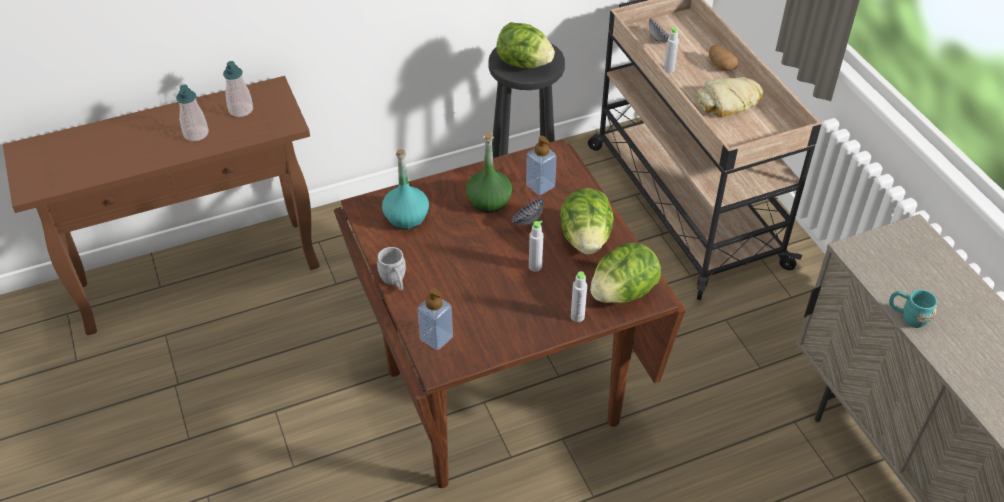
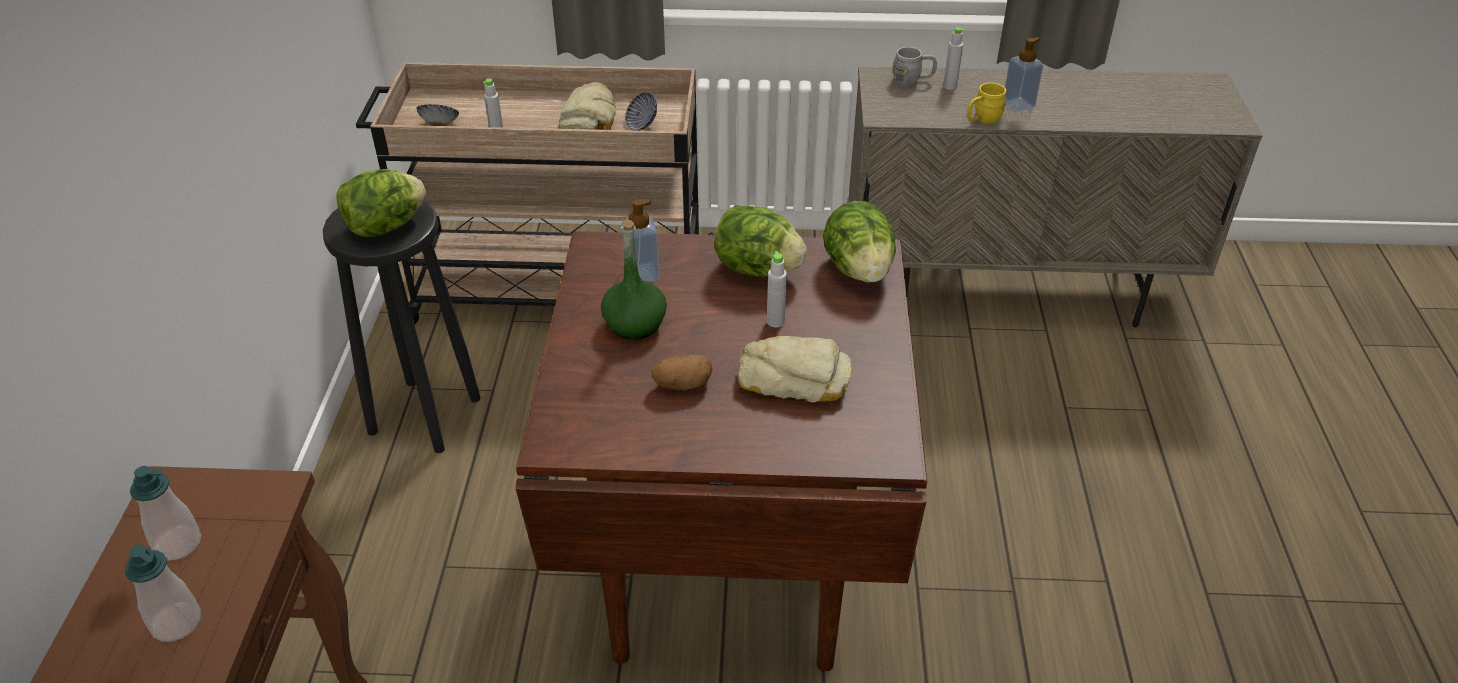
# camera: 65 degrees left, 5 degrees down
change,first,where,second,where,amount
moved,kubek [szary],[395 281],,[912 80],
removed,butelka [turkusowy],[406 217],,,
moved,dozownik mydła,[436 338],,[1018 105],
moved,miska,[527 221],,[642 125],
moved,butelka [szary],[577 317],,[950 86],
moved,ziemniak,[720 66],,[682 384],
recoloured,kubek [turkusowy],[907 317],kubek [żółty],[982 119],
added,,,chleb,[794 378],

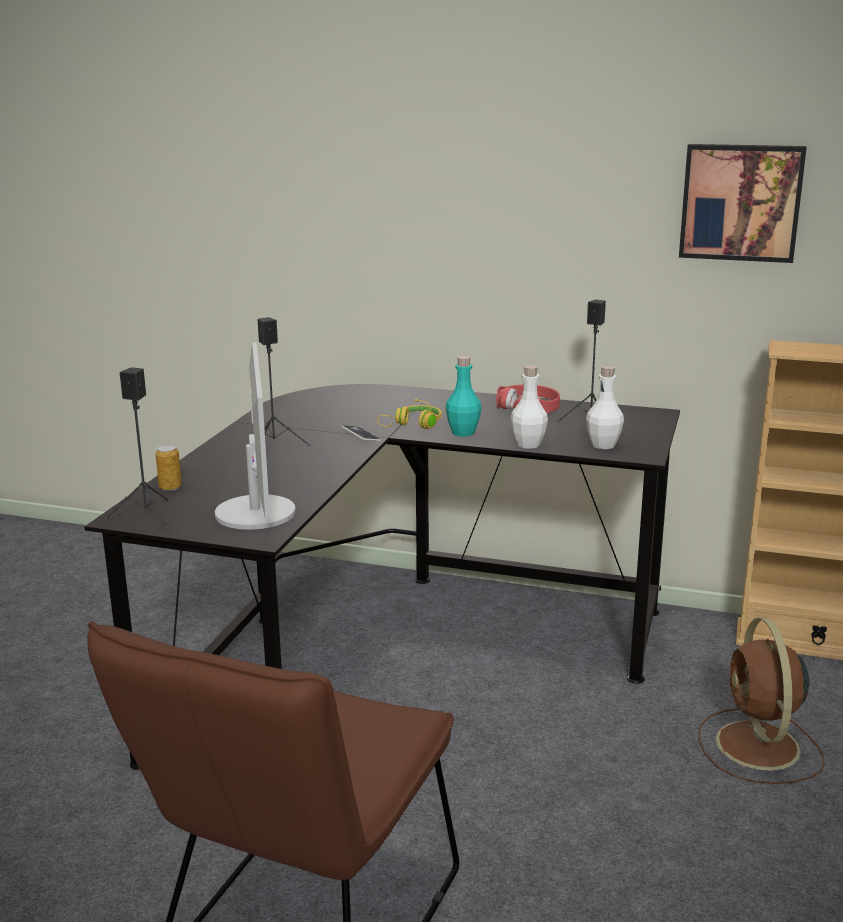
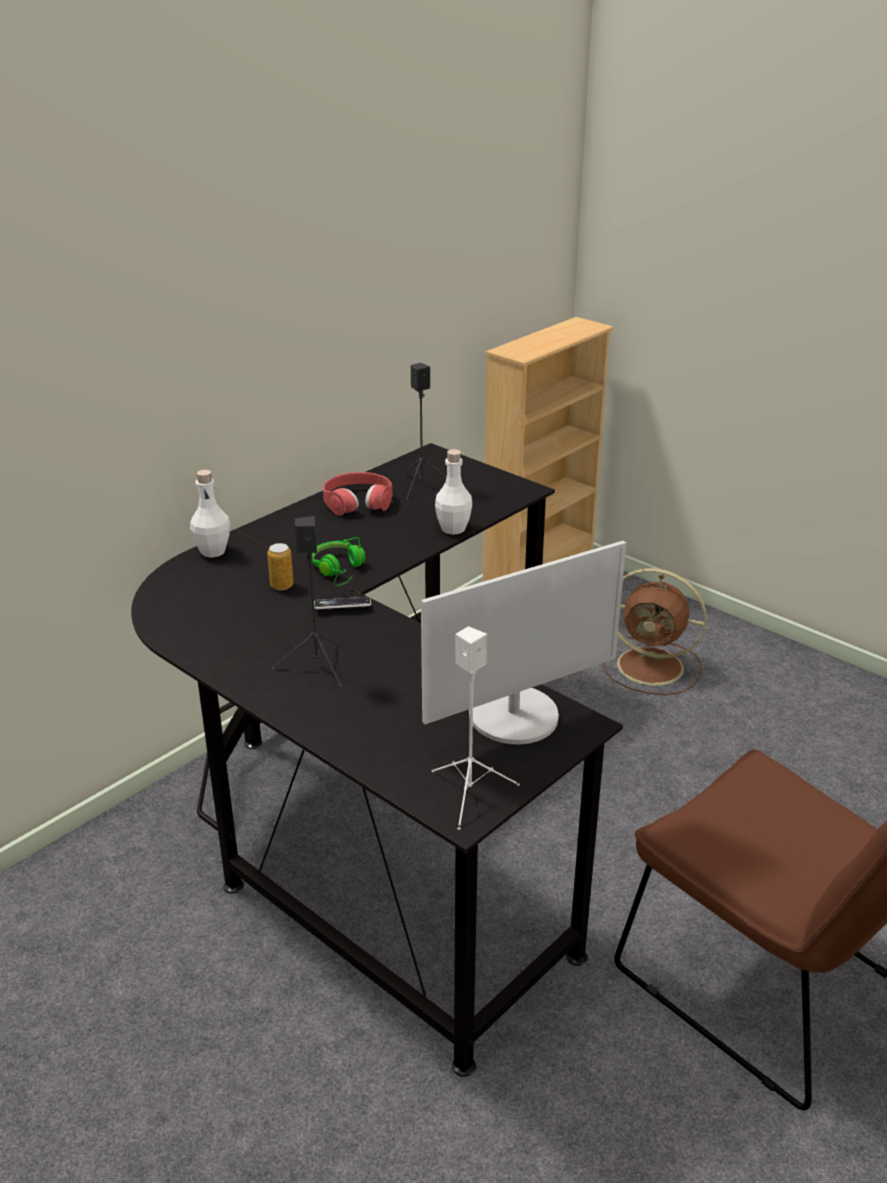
# camera: 65 degrees left, 10 degrees up
change,first,where,second,where,amount
recoloured,głośnik [czarny],[147 516],głośnik [biały],[471 793],
moved,puszka,[170 487],,[282 586],
turned,monitor,[256 513],,[515 716],135 degrees clockwise
recoloured,słuchawki [żółty],[413 425],słuchawki [zielony],[339 570],
removed,butelka [turkusowy],[463 433],,,
moved,butelka [biały],[603 445],,[213 551],
removed,obraz,[741 202],,,

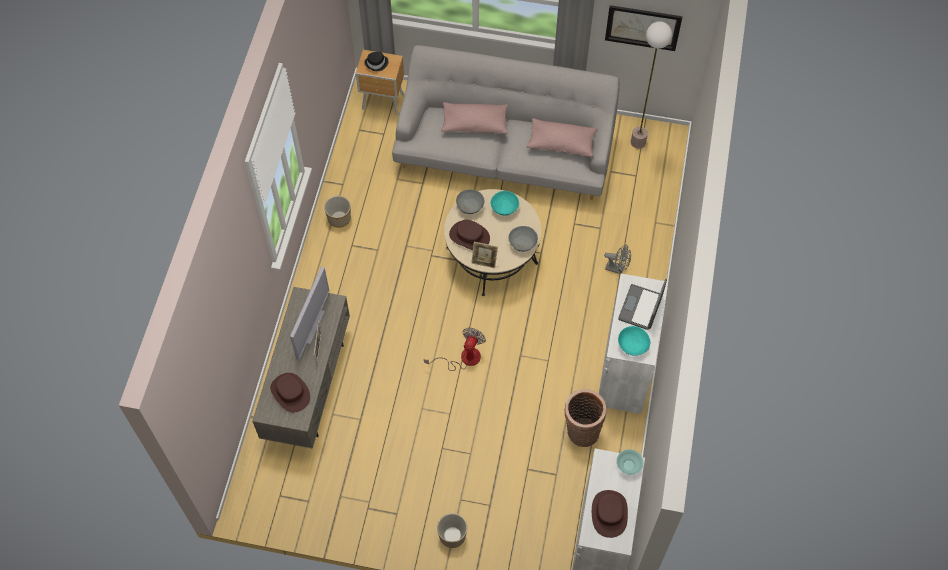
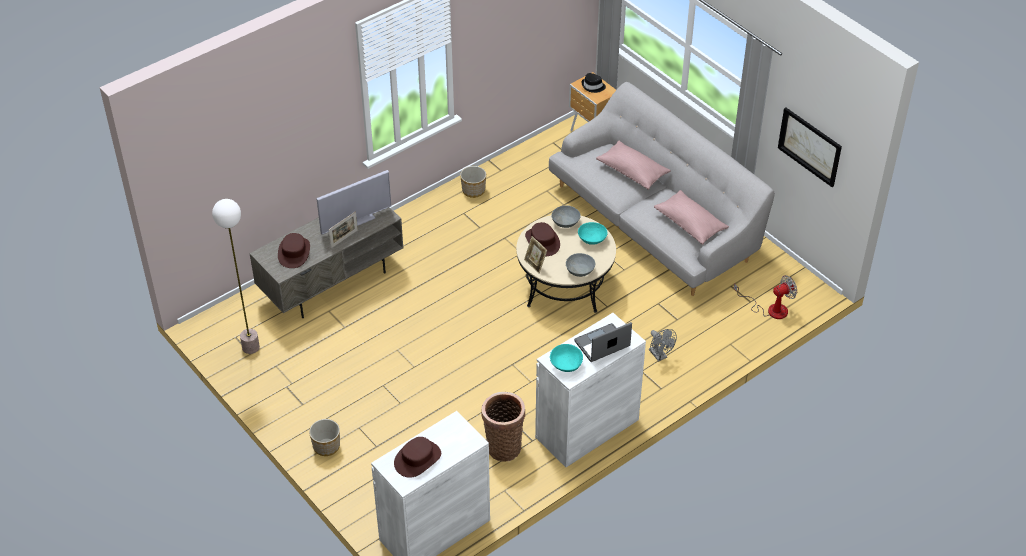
# camera: 40 degrees right, 15 degrees down
change,first,where,second,where,amount
moved,wentylator,[463 358],,[770 309],
removed,miska [turkusowy],[628 465],,,
moved,lampa stojąca,[638 142],,[251 347],

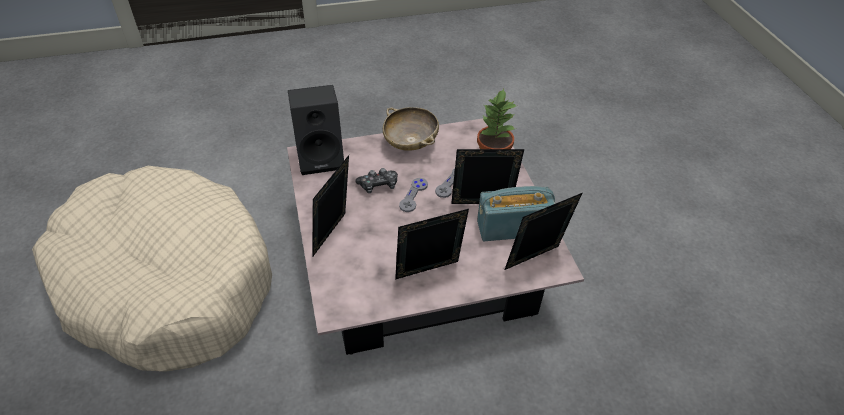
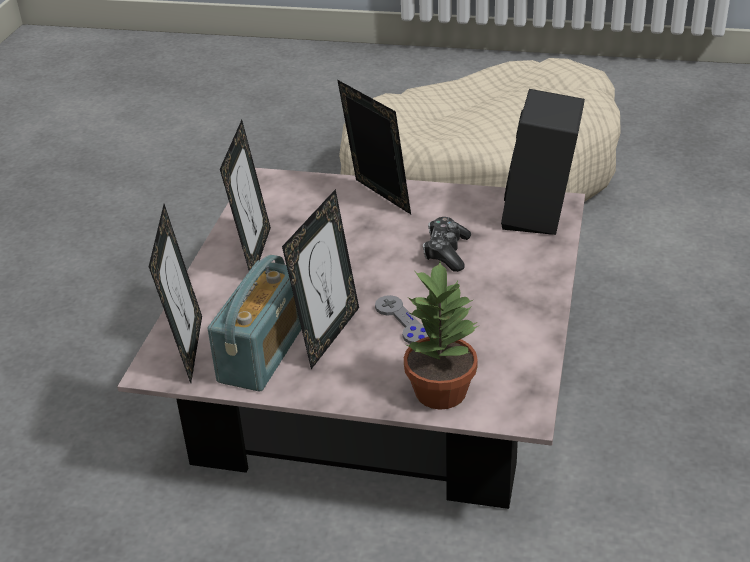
# camera: 120 degrees right, 10 degrees down
change,first,where,second,where,amount
removed,miska [beżowy],[410 143],,,
removed,pad do gier [szary],[413 195],,,

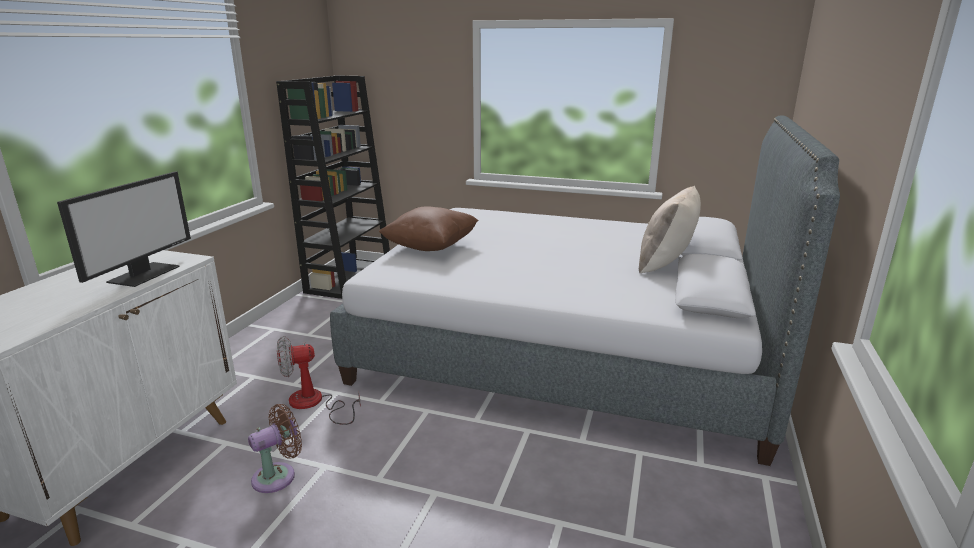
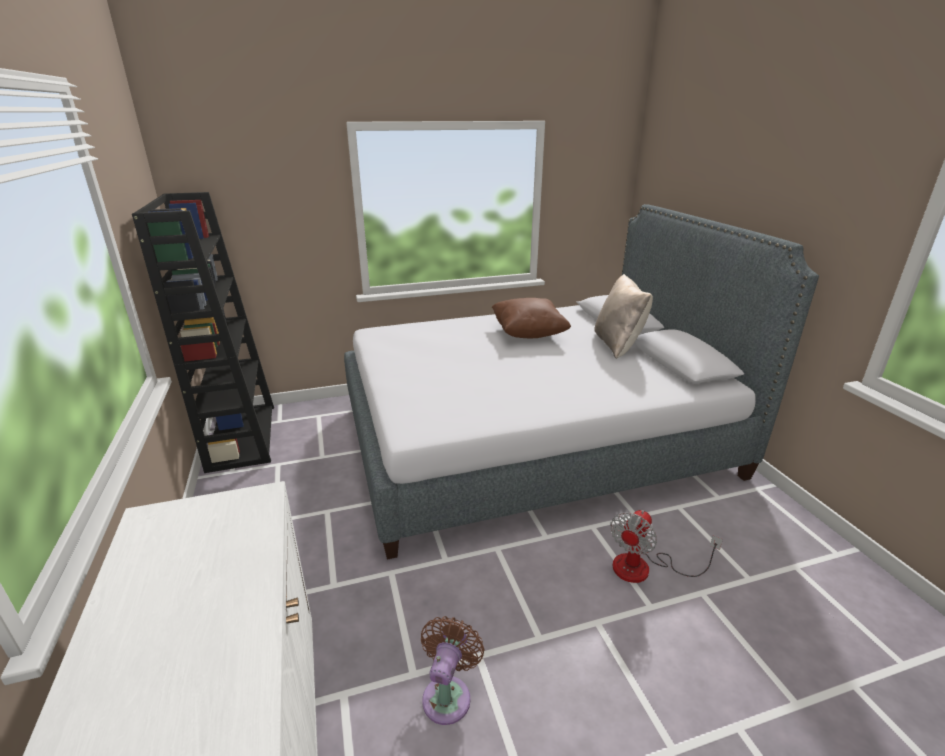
# camera: 35 degrees left, 5 degrees up
change,first,where,second,where,amount
removed,monitor,[143 274],,,
moved,wentylator,[314 403],,[644 568],
moved,poduszka [brązowy],[431 247],,[528 334],

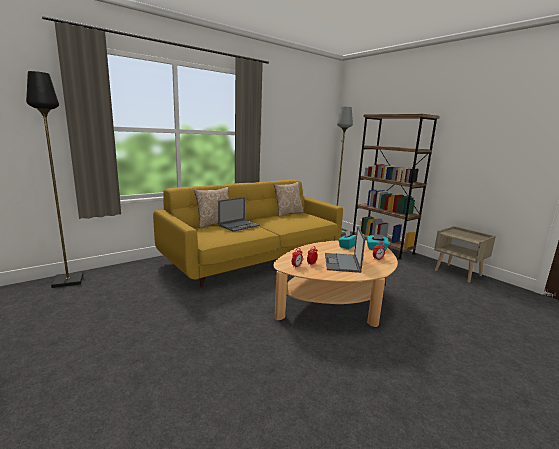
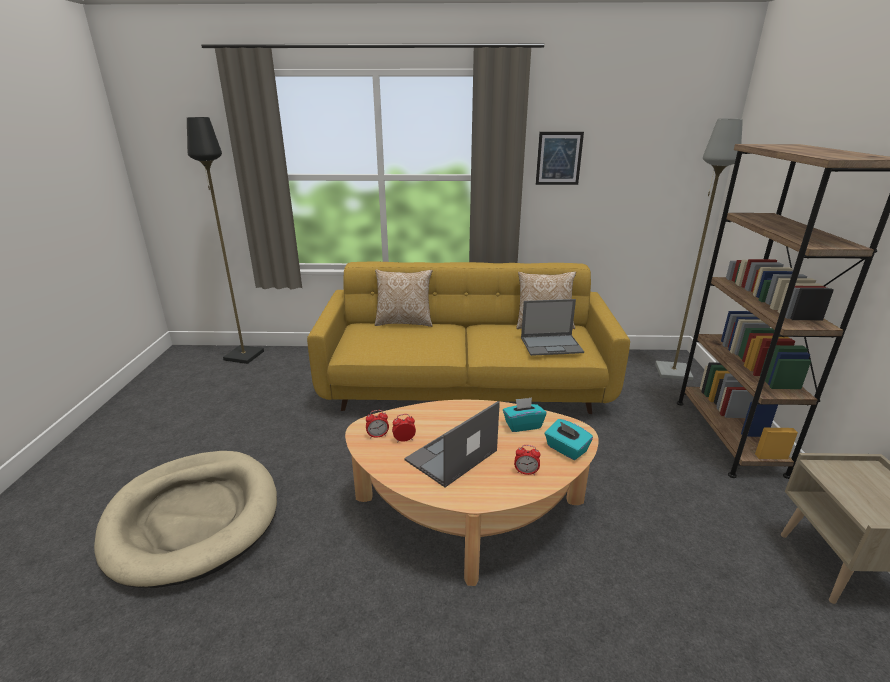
# camera: 40 degrees right, 10 degrees up
change,first,where,second,where,amount
moved,laptop,[239 225],,[552 345],
added,,,legowisko [beżowy],[193 518],
added,,,obraz,[559 158],

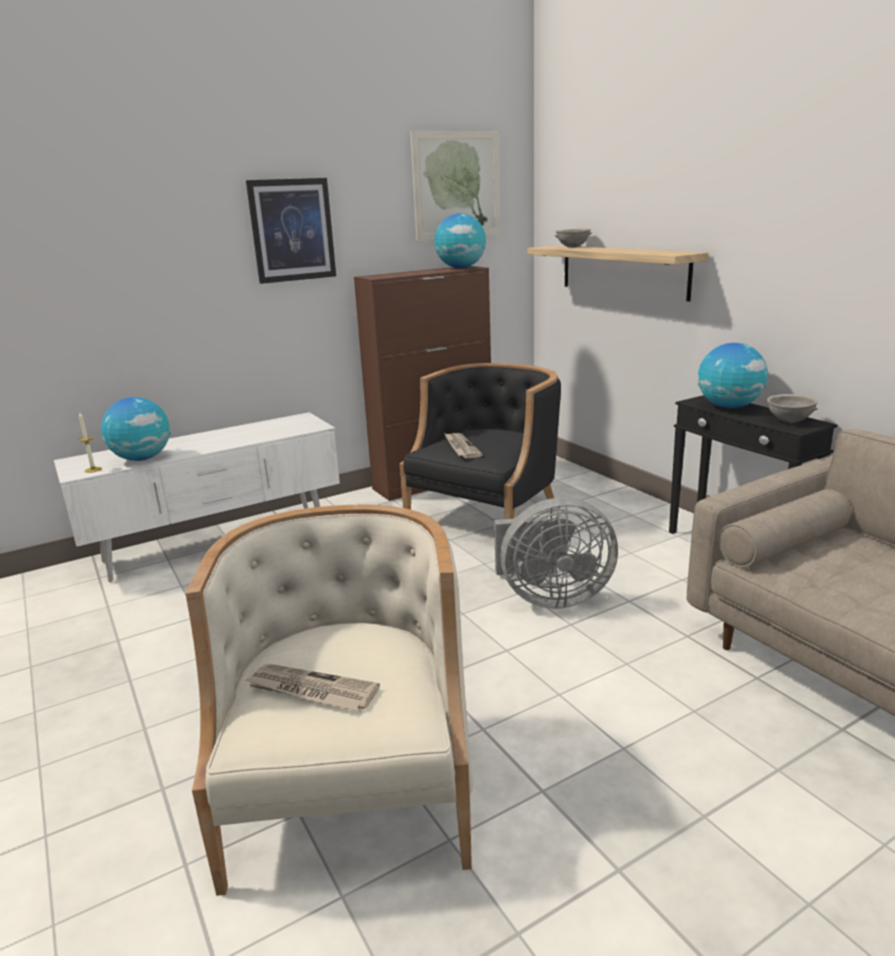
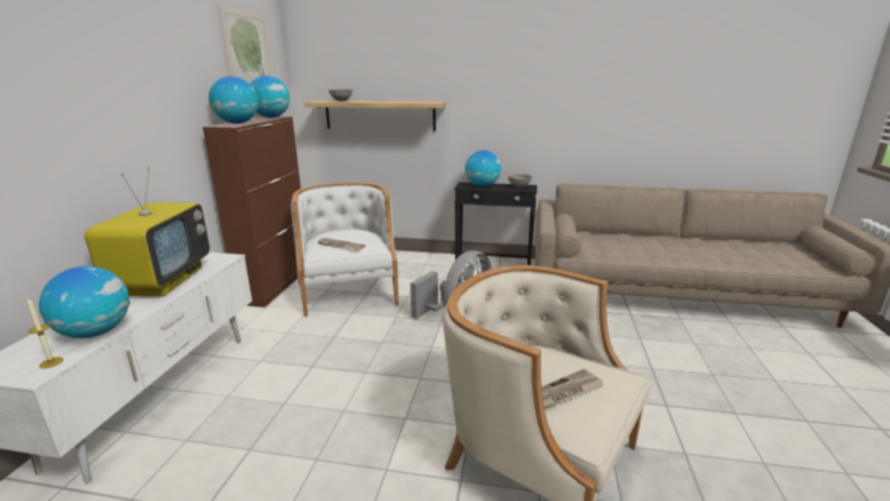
# camera: 50 degrees left, 0 degrees up
change,first,where,second,where,amount
removed,obraz,[292 230],,,
recoloured,fotel [czarny],[488 514],fotel [biały],[349 290],
added,,,telewizor,[162 280],
added,,,globus,[237 123],

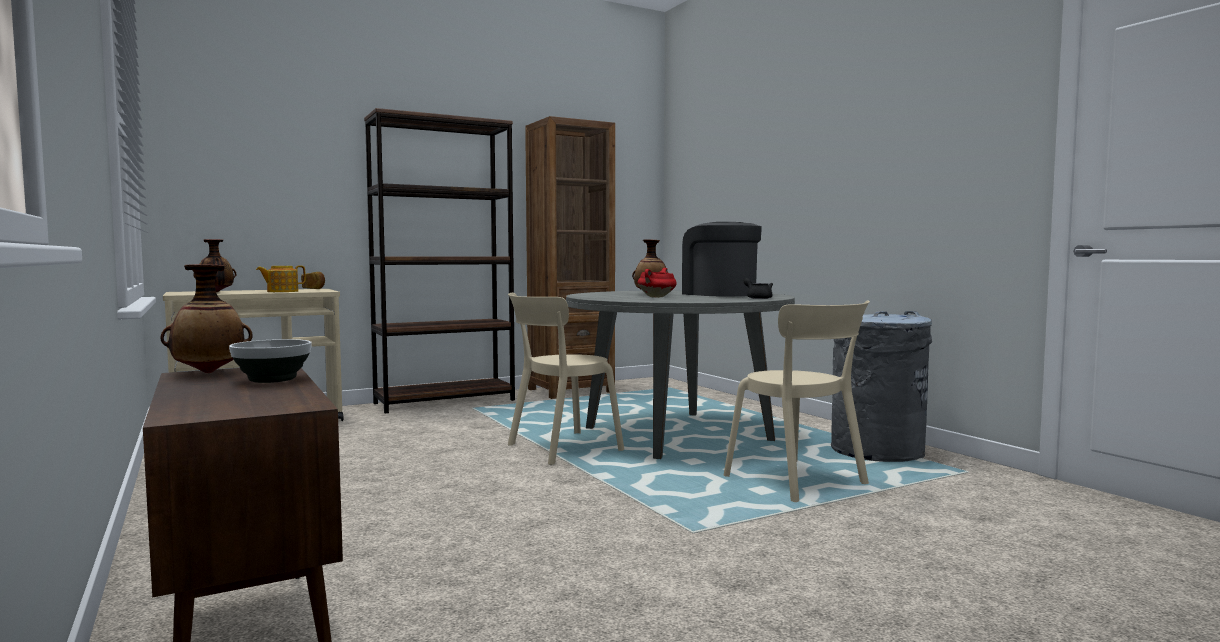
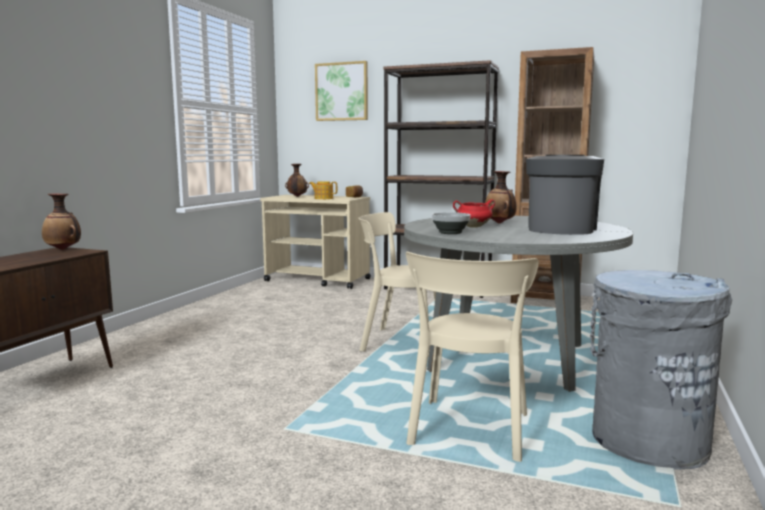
# camera: 50 degrees right, 5 degrees up
change,first,where,second,where,amount
moved,miska,[271 379],,[449 232],
removed,imbryk [czarny],[757 298],,,
added,,,obraz,[342 91],

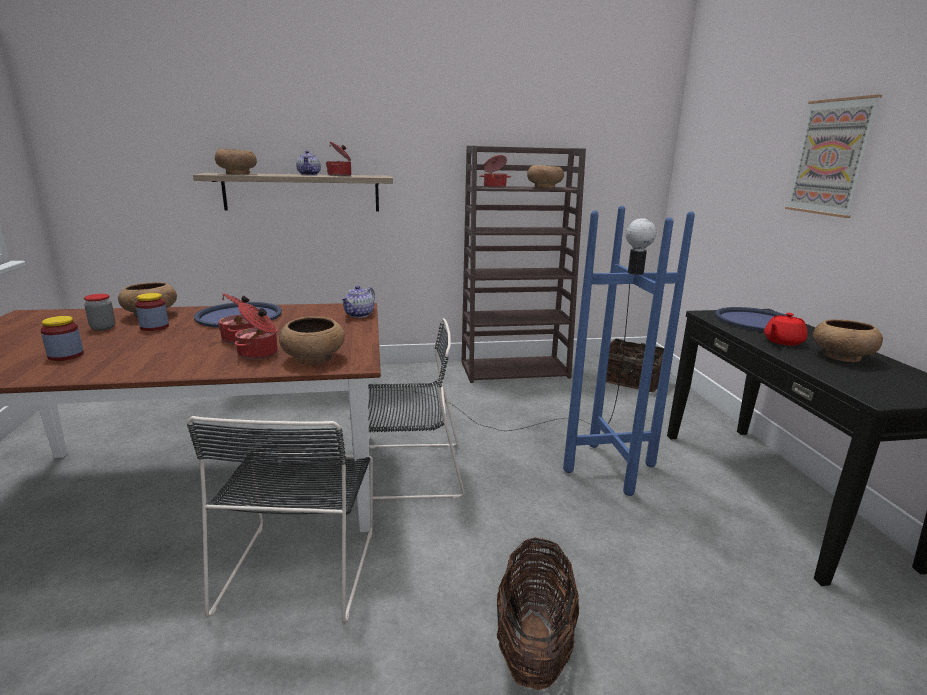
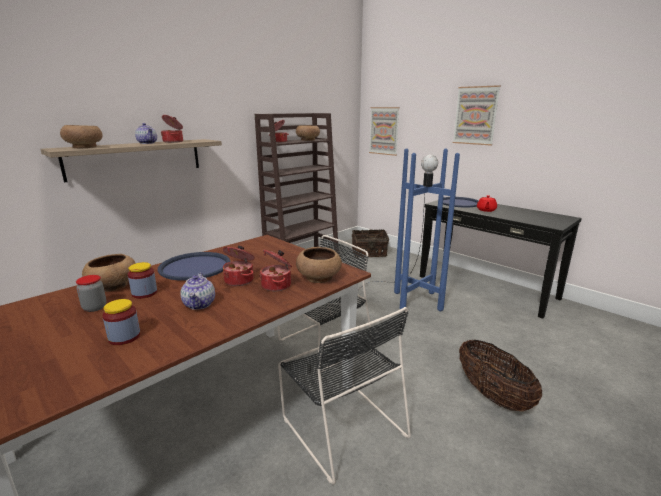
# camera: 35 degrees left, 0 degrees up
change,first,where,second,where,amount
moved,imbryk,[359 314],,[200 304],
removed,miska [brązowy],[840 356],,,
added,,,obraz,[384 131],

